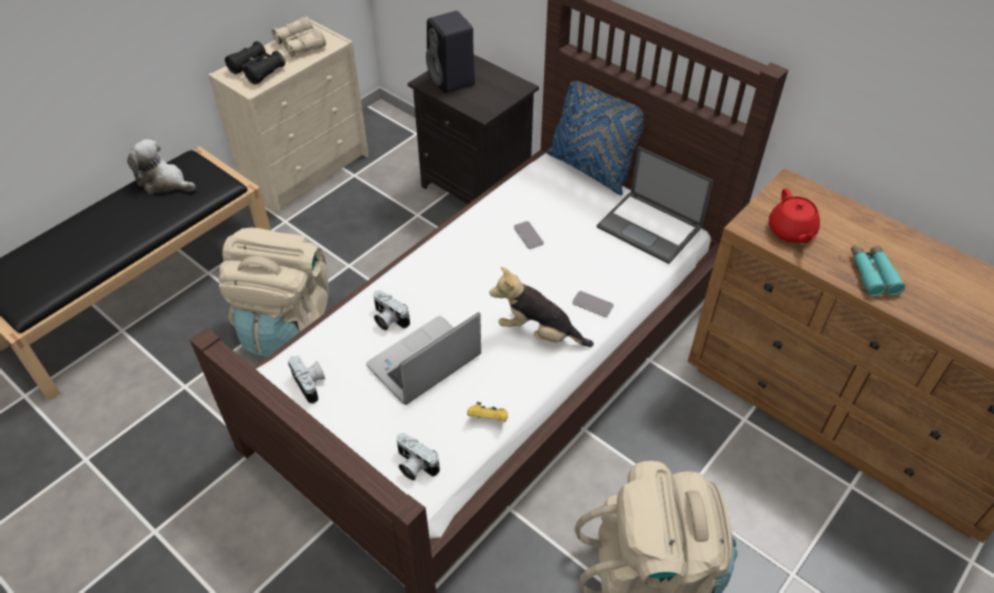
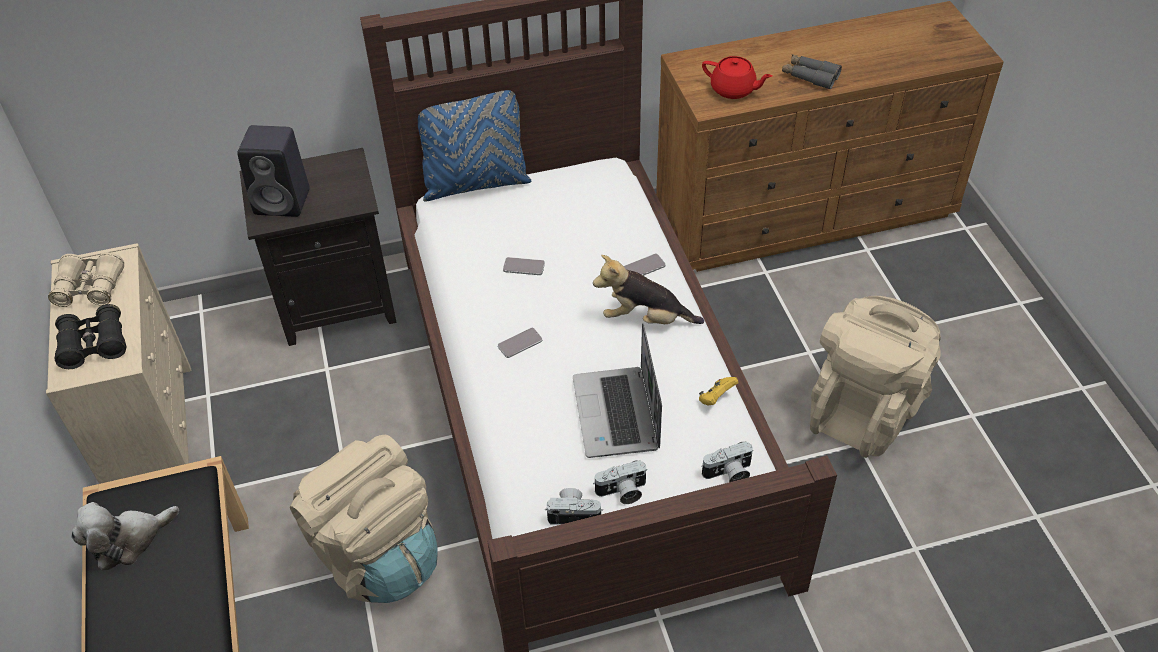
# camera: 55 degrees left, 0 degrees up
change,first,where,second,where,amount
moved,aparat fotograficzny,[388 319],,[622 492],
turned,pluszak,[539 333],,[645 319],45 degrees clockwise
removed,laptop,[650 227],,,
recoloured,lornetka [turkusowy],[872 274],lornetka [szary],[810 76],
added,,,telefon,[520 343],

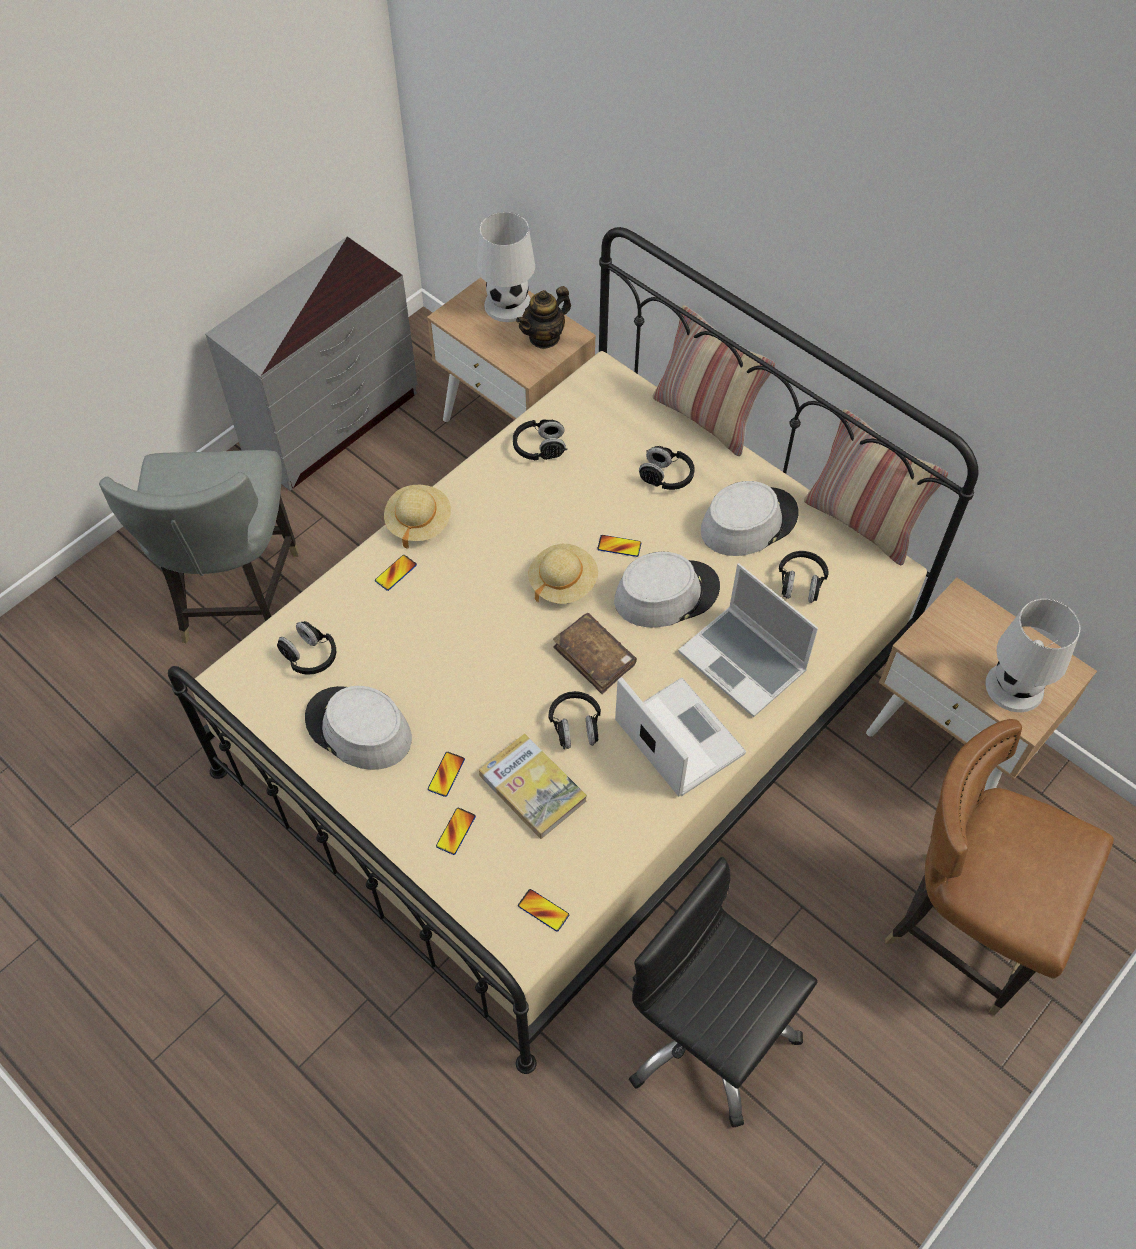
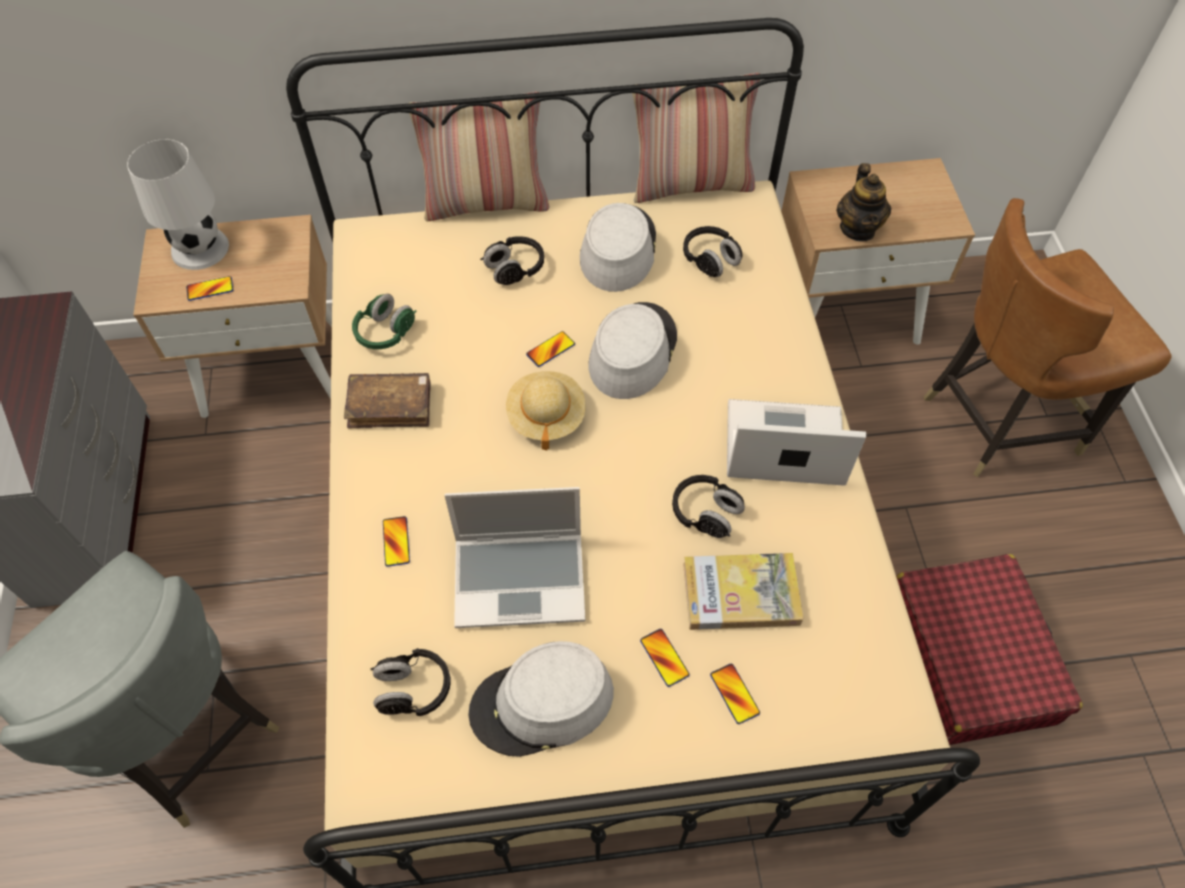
# camera: 50 degrees left, 0 degrees up
change,first,where,second,where,amount
removed,kapelusz [beżowy],[418 522],,,
recoloured,słuchawki [czarny],[539 448],słuchawki [zielony],[385 333],
moved,imbryk,[544 337],,[858 228],
moved,telefon,[543 910],,[210 289],
moved,książka [brązowy],[594 657],,[390 406],
replaced,krzesło biurowe [czarny],[707 1034],walizka [czerwony],[968 657],
moved,laptop,[744 662],,[521 578],
removed,lampa stołowa [biały],[1014 686],,,

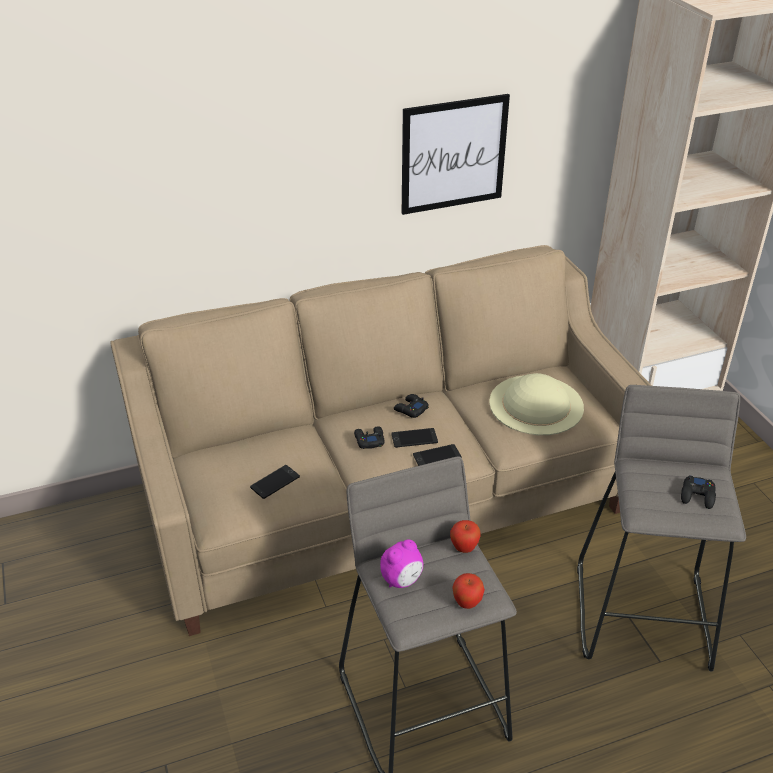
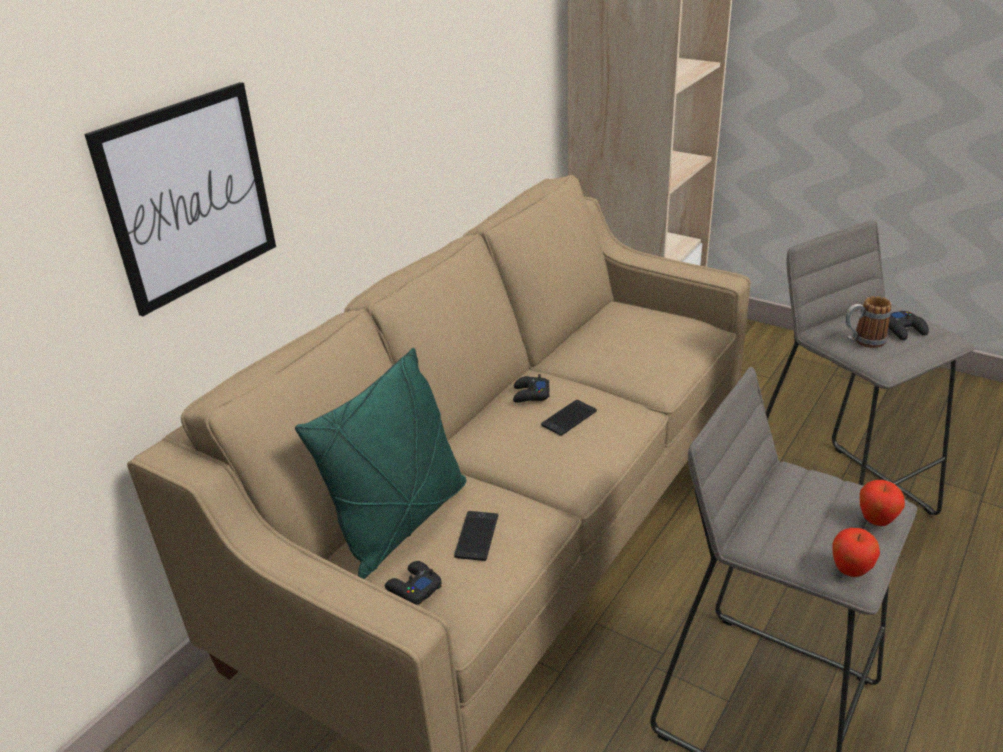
# camera: 35 degrees left, 5 degrees down
change,first,where,second,where,amount
moved,pad do gier [czarny],[369 440],,[413 588],
removed,budzik,[402 580],,,
moved,obraz,[453 154],,[190 197],
removed,telefon,[437 457],,,
moved,jabłko,[464 548],,[850 571],
removed,kapelusz [beżowy],[536 404],,,
added,,,poduszka [zielony],[401 522],
added,,,kubek,[862 341],

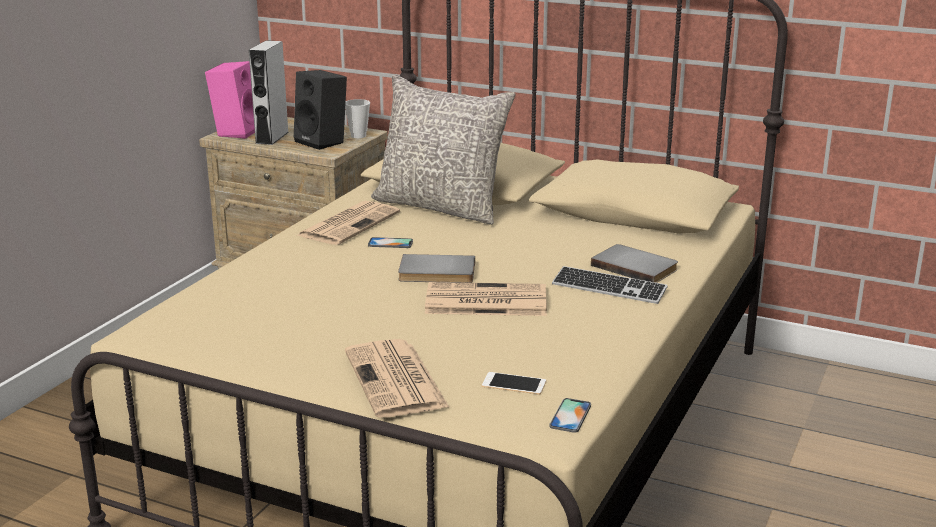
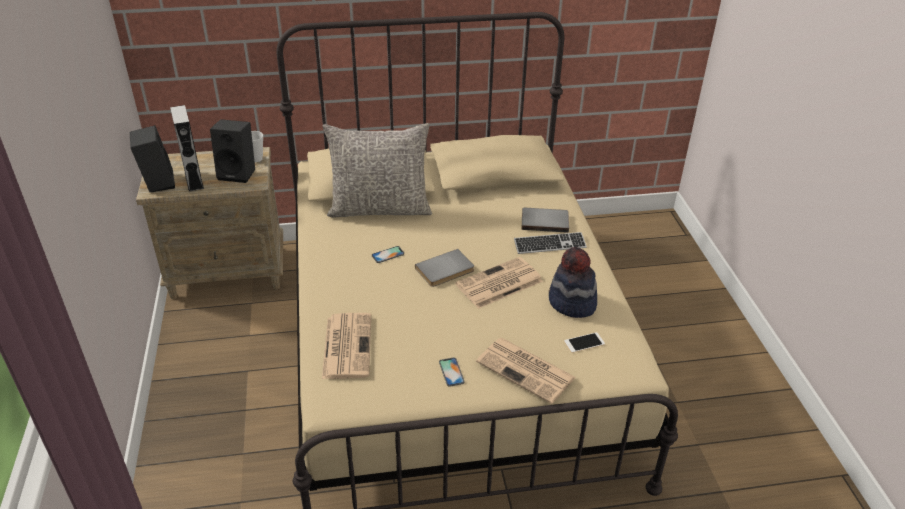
# camera: 35 degrees left, 15 degrees up
change,first,where,second,where,amount
recoloured,głośnik [różowy],[236 132],głośnik [czarny],[157 182],
moved,gazeta,[349 224],,[347 345],
moved,telefon,[570 416],,[451 372],
added,,,kapelusz,[571 303],

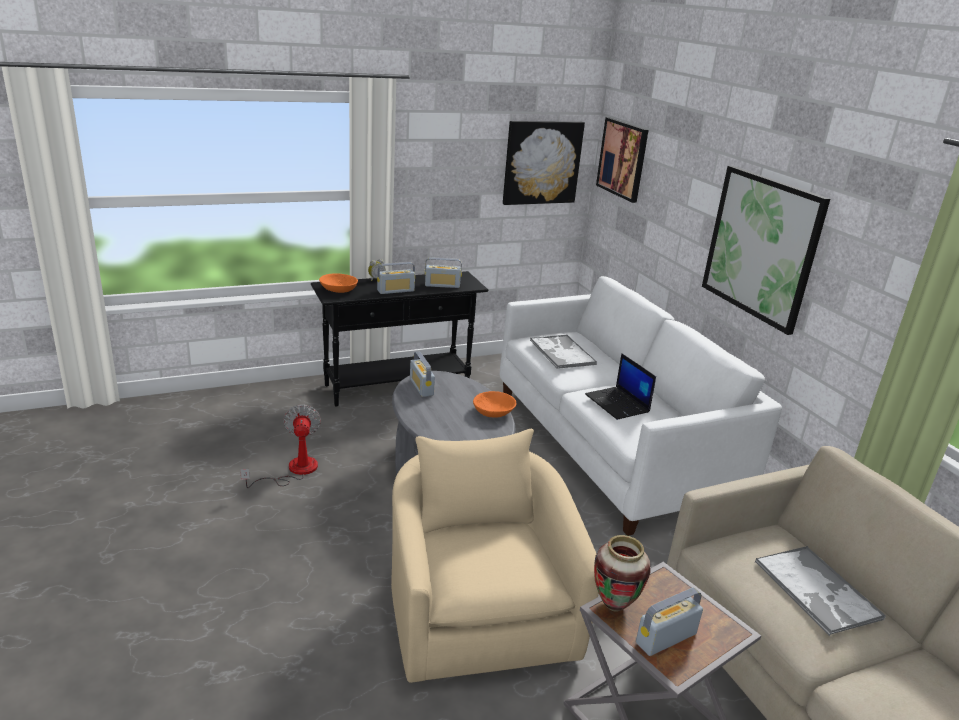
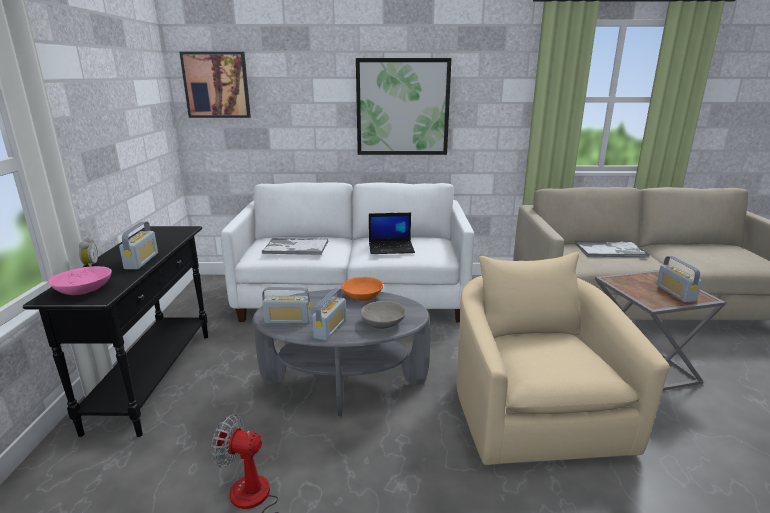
# camera: 65 degrees left, 5 degrees down
change,first,where,second,where,amount
recoloured,miska [pomarańczowy],[338 290],miska [różowy],[84 290],
turned,fotel [beżowy],[478 609],,[533 410],75 degrees clockwise
moved,radio,[442 285],,[330 328],
removed,obraz,[542 162],,,
removed,wazon,[614 605],,,
added,,,miska [szary],[383 323],

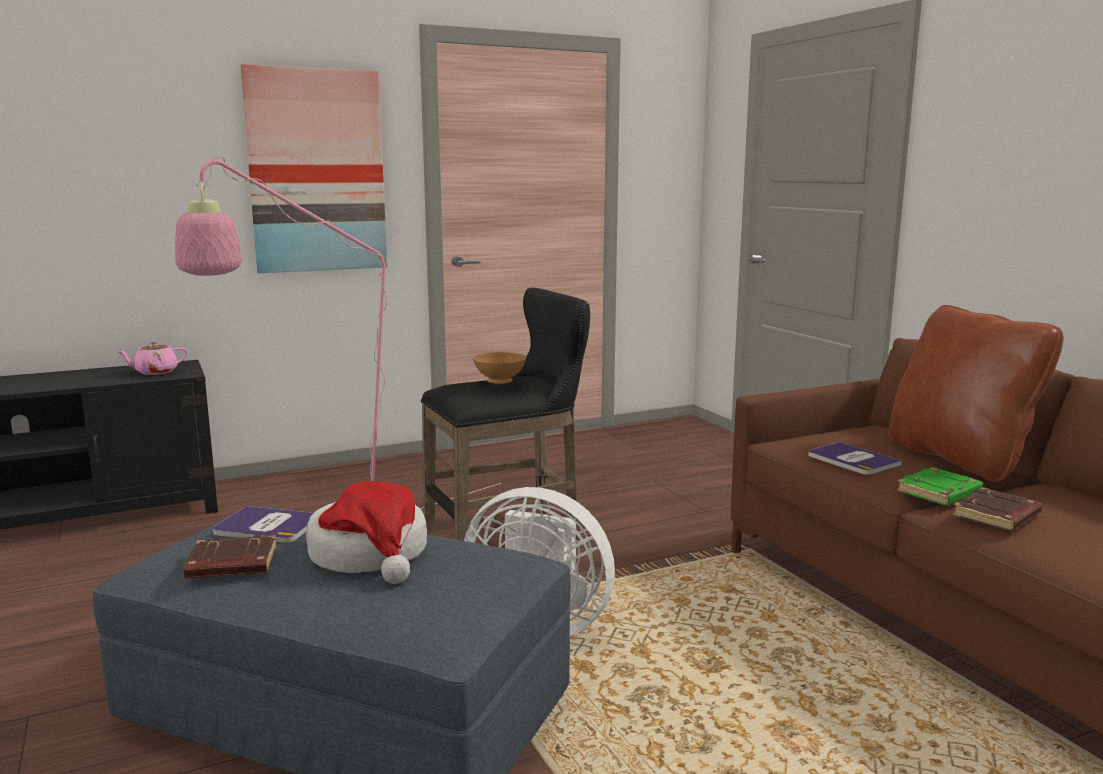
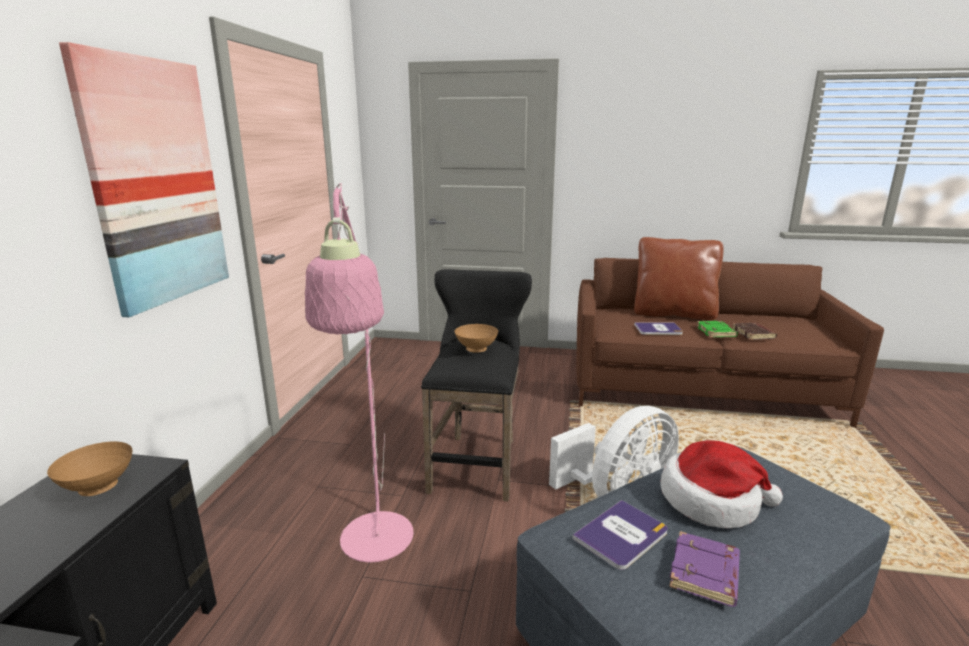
# camera: 55 degrees left, 5 degrees up
change,first,where,second,where,amount
replaced,imbryk [różowy],[155 372],miska [brązowy],[98 488],
recoloured,książka [brązowy],[231 565],książka [fioletowy],[705 574],

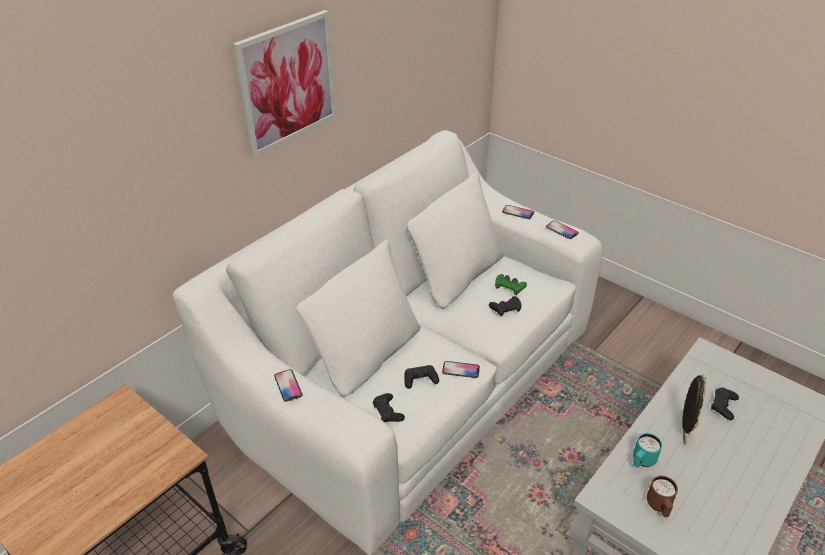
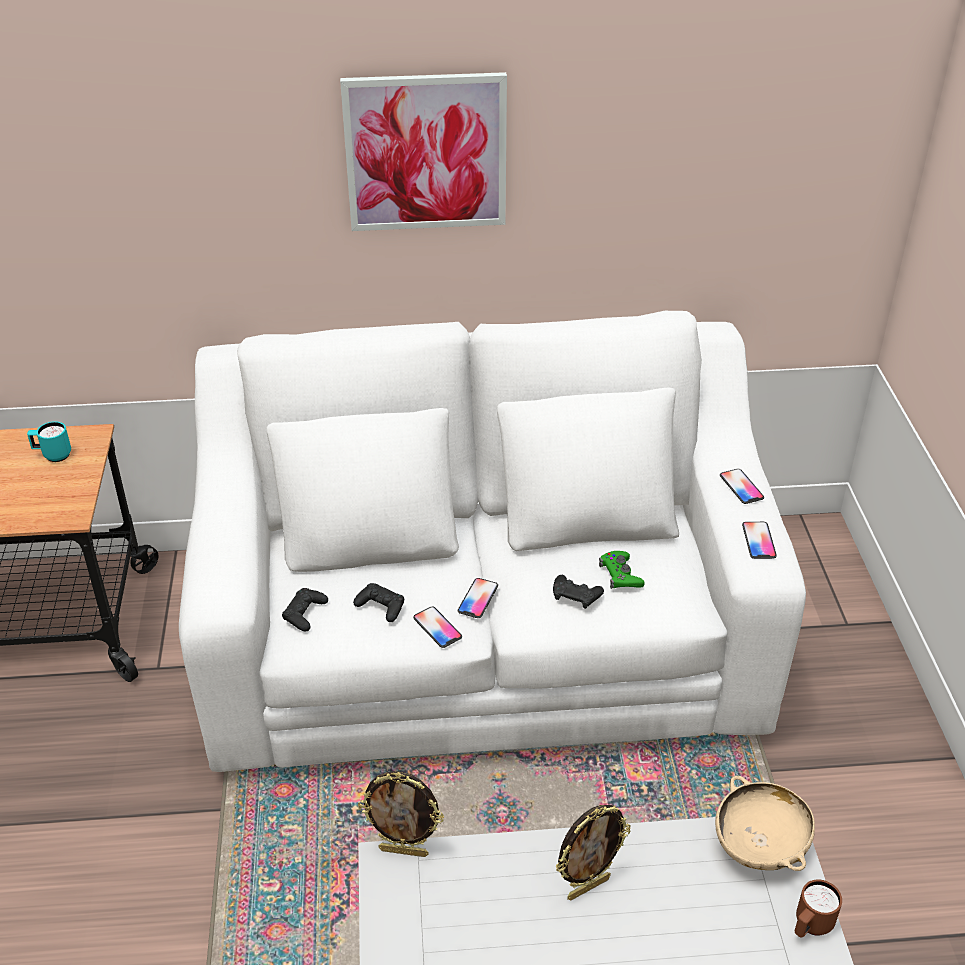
# camera: 45 degrees right, 0 degrees up
change,first,where,second,where,amount
moved,telefon,[288 386],,[478 599],
moved,kubek [turkusowy],[641 462],,[53 455],
moved,kubek [brązowy],[659 507],,[810 926],
removed,pad do gier [czarny],[723 406],,,
added,,,ramka na zdjęcie,[404 851],
added,,,miska [beżowy],[760 845],

